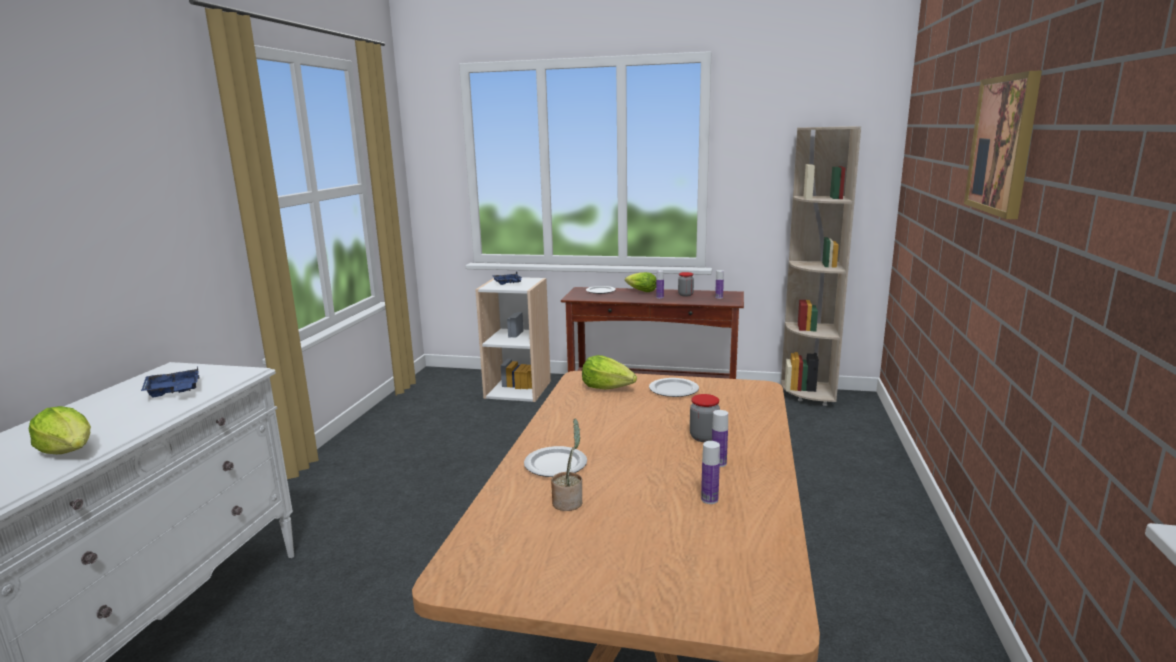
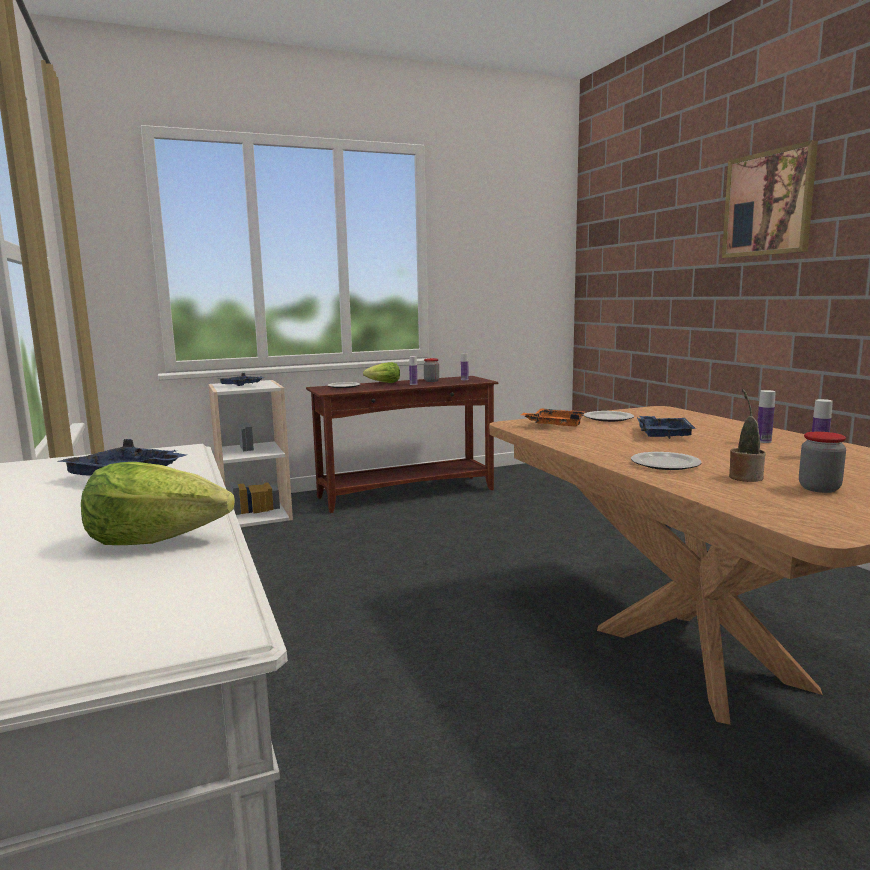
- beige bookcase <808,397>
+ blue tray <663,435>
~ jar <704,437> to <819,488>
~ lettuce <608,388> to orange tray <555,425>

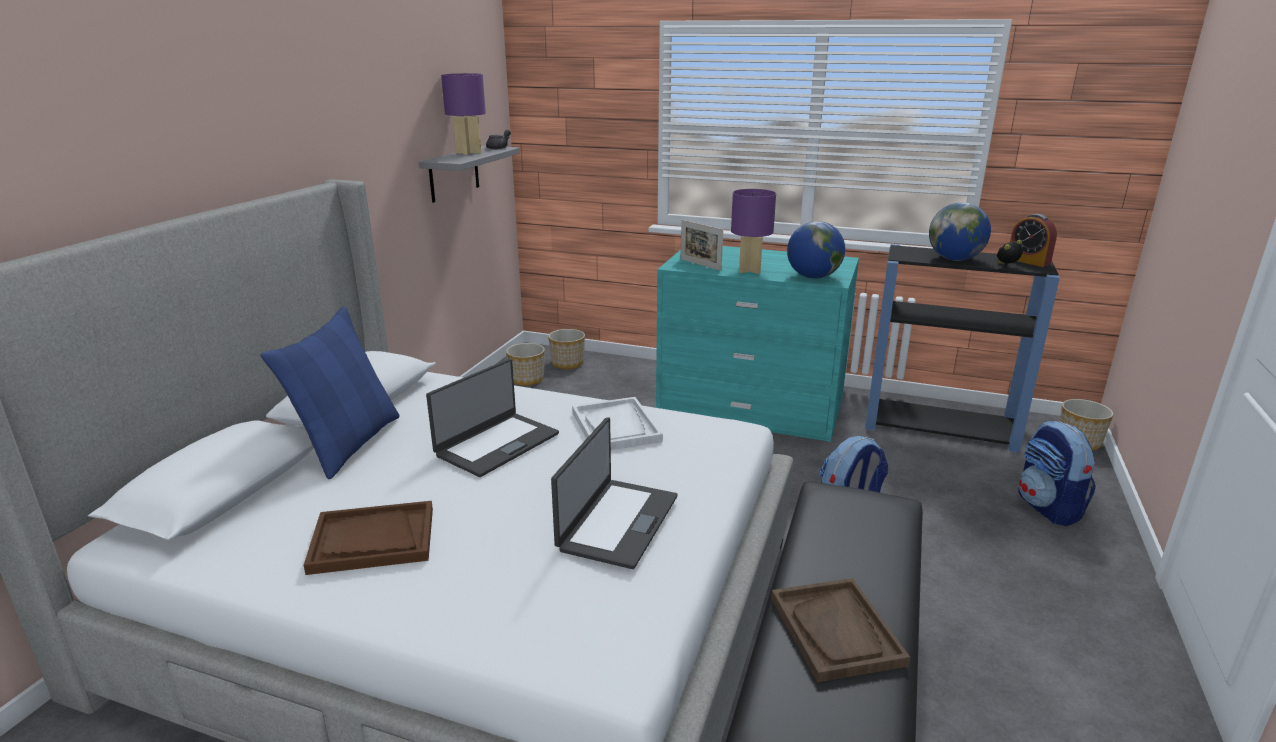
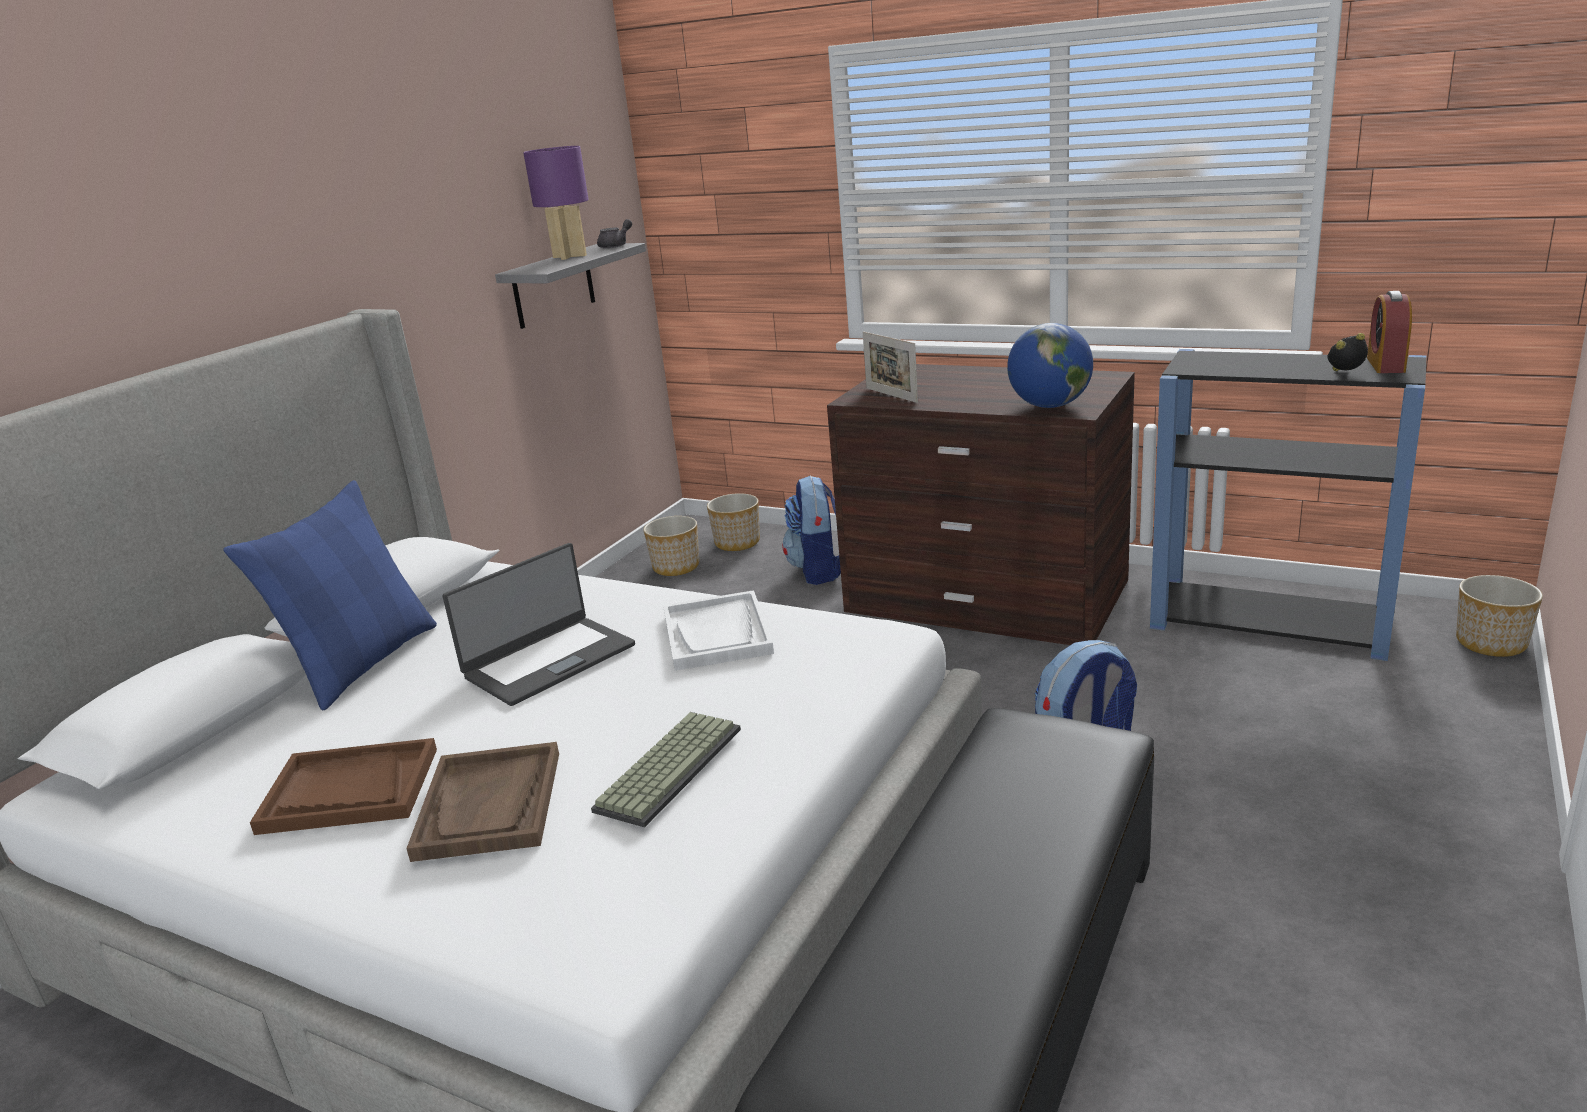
- purple table lamp <749,270>
- globe <954,259>
~ brown tray <836,631> to <489,805>
~ backpack <1048,508> to <819,571>
~ laptop <617,522> to keyboard <668,767>
~ turquoise dresser <751,405> to brown dresser <986,596>
~ alarm clock <1028,261> = <1385,365> 45 degrees clockwise

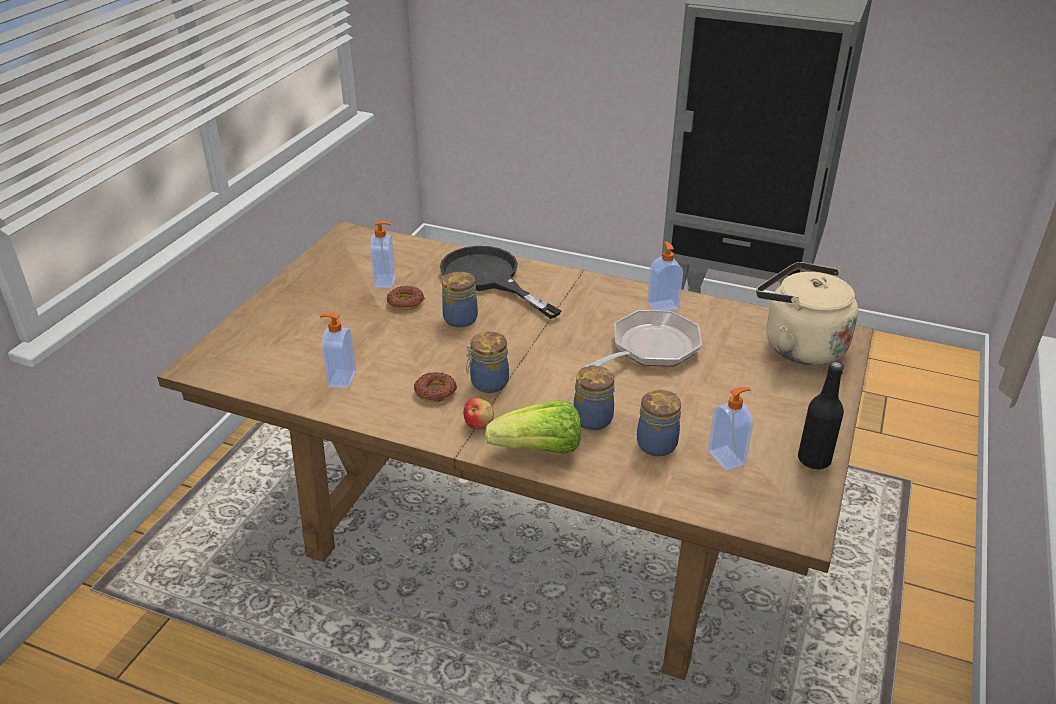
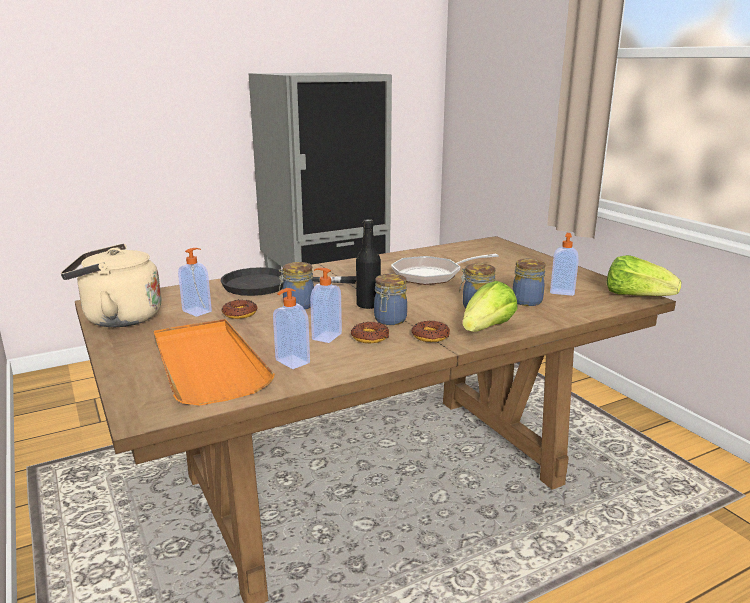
+ orange tray <207,364>
+ lettuce <636,296>
~ soap dispenser <662,305> to <326,336>
~ beige kettle <799,346> to <118,318>
~ black bottle <814,460> to <368,305>
~ apple <479,423> to donut <430,336>
~ frying pan <649,349> = <432,275> 105 degrees counterclockwise

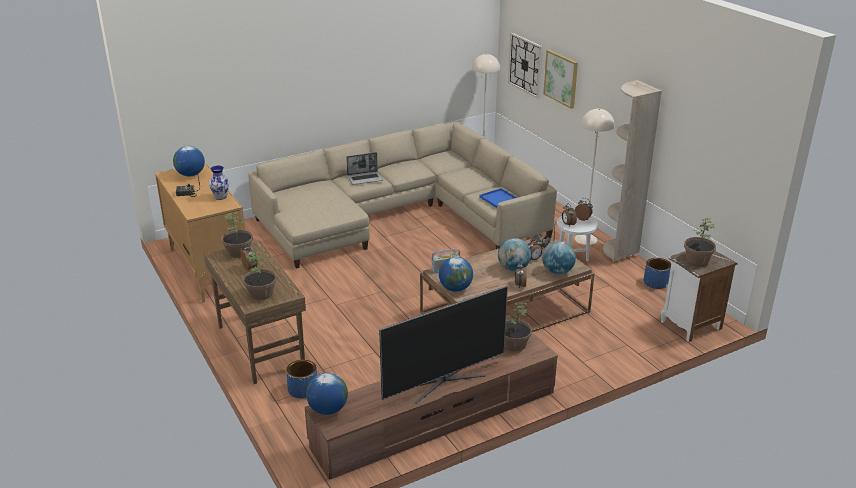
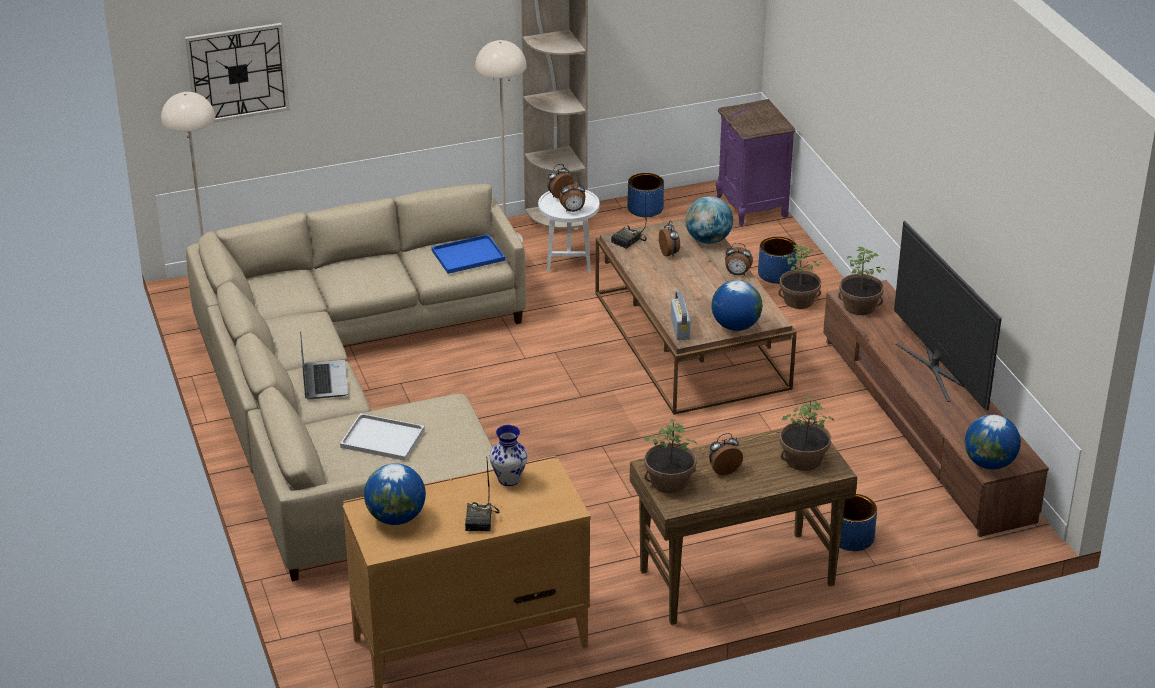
- globe <513,269>
- picture <561,78>
+ white tray <380,439>
+ blue planter <777,274>
~ potted plant <697,259> to <799,301>
~ white nightstand <690,325> to purple nightstand <750,207>

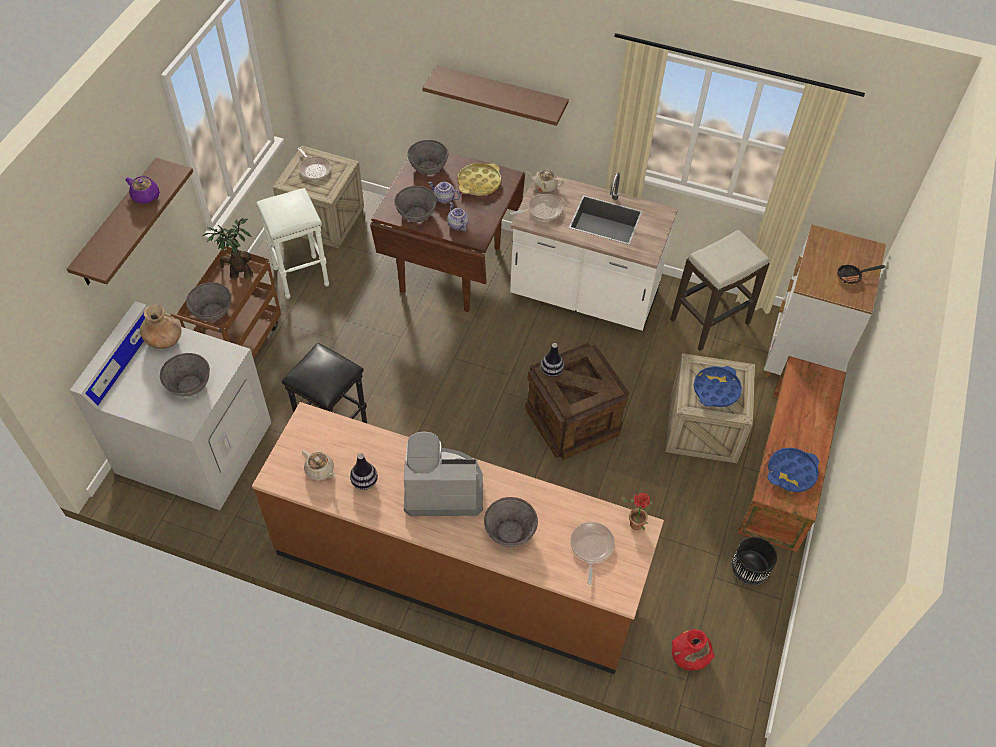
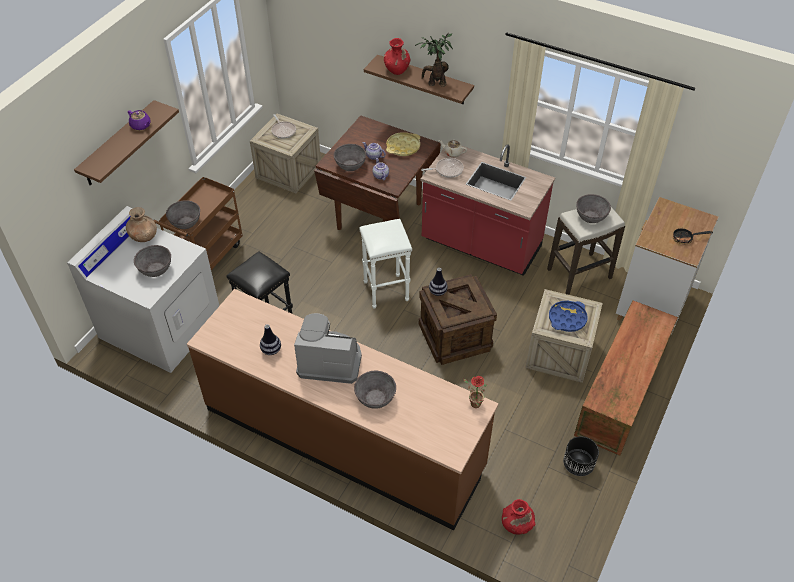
- beige teapot <320,471>
- frying pan <591,547>
- blue tray <791,472>
+ red vase <397,70>
~ potted plant <238,274> to <434,83>
~ white stool <302,277> to <387,291>
~ grey bowl <428,167> to <591,216>
~ white counter <584,296> to red counter <480,245>

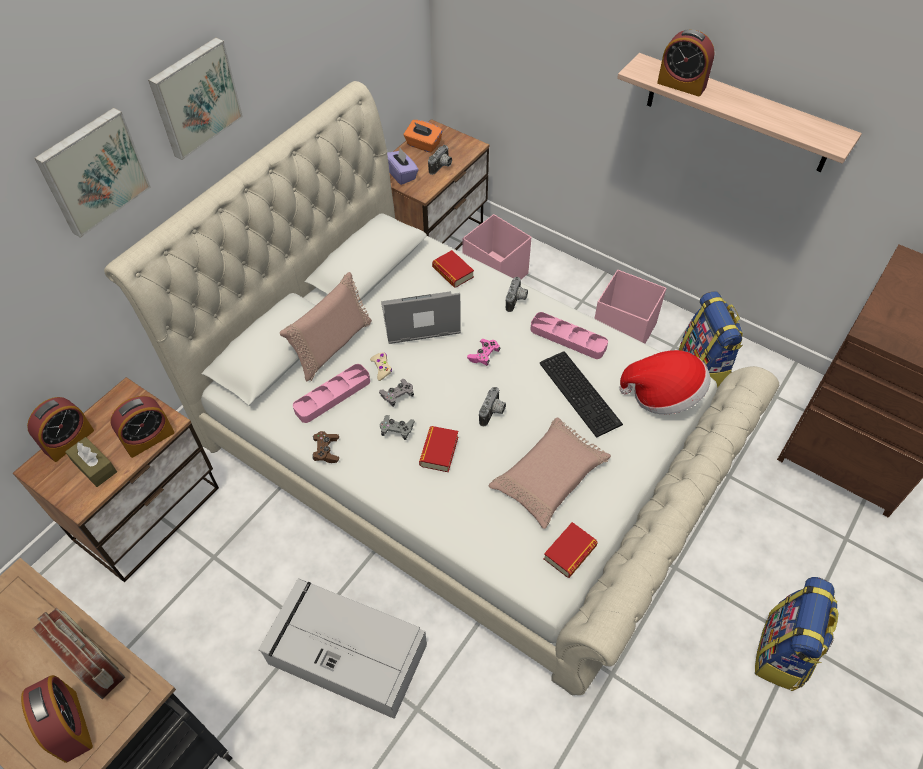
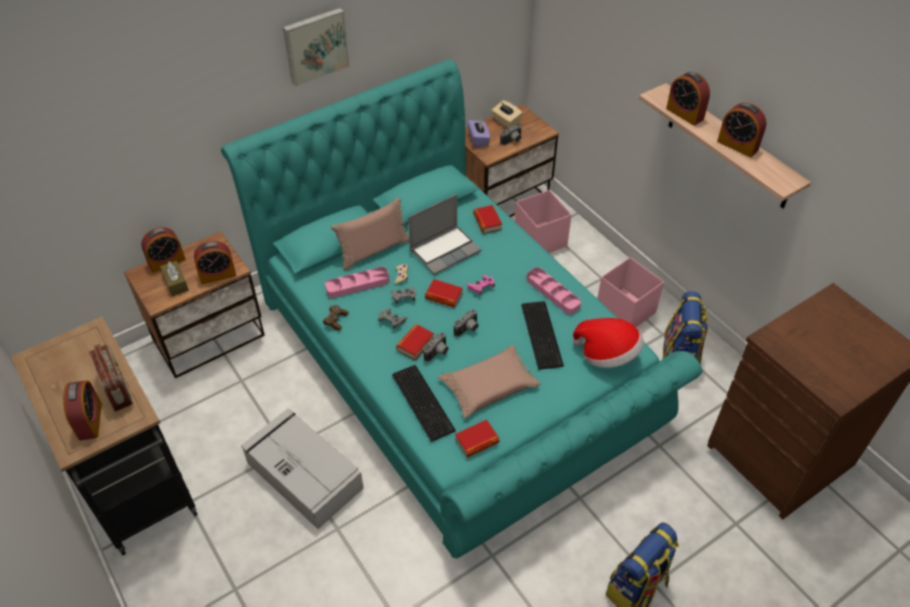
- picture <92,171>
+ keyboard <424,401>
+ book <444,296>
+ alarm clock <737,145>
~ photo camera <517,301> to <438,353>
~ beige bed <461,443> to turquoise bed <454,356>
~ orange tissue box <423,145> to beige tissue box <506,121>
~ laptop <419,321> = <445,250> 135 degrees clockwise

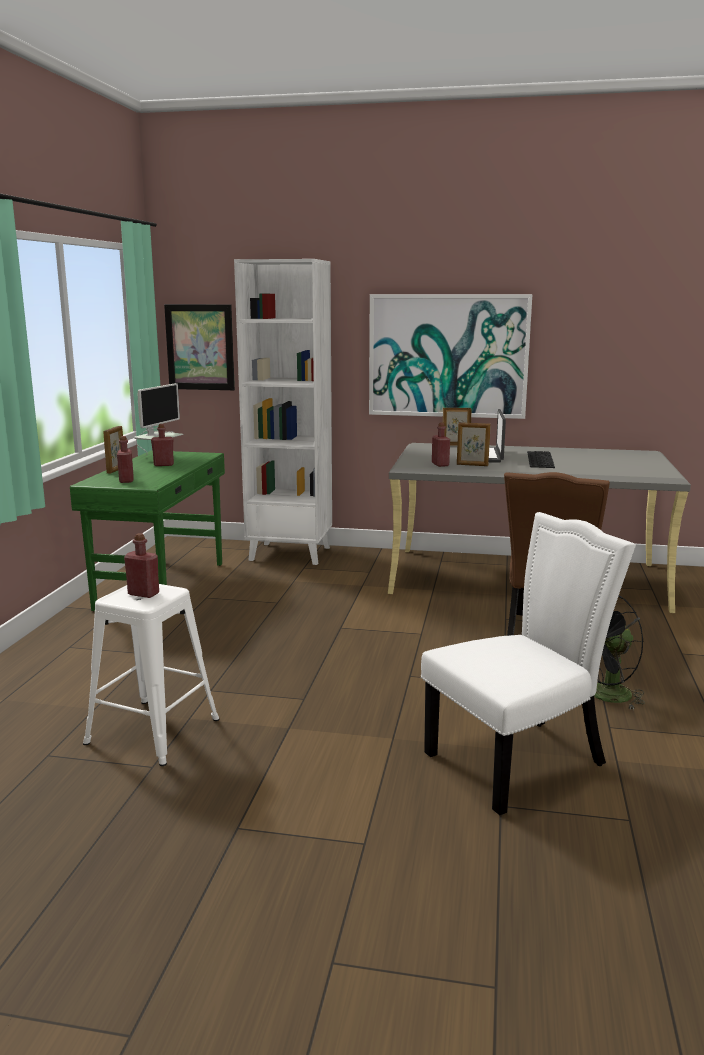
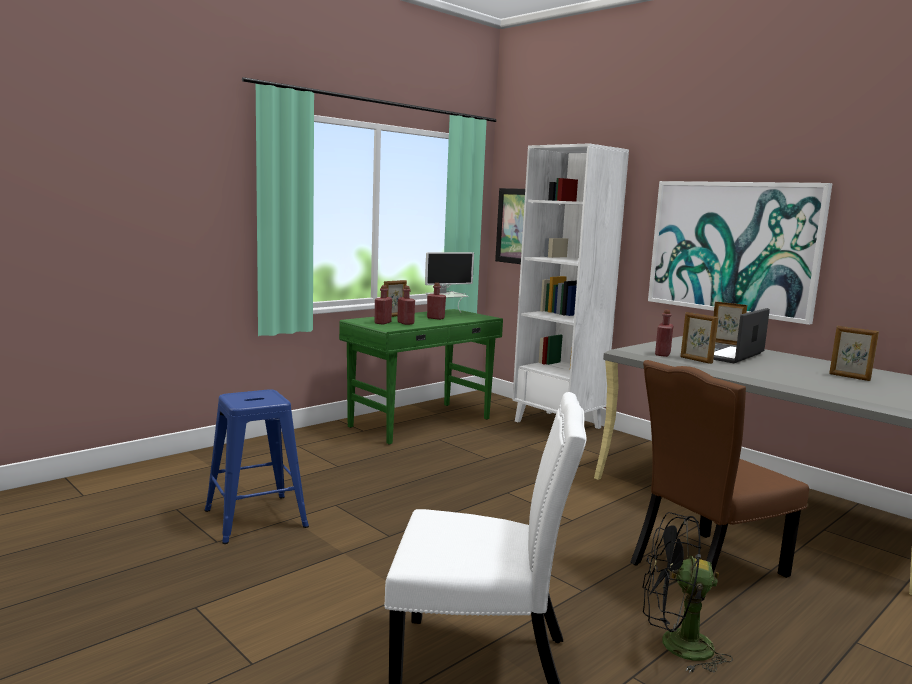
- keyboard <538,459>
+ picture frame <849,377>
~ red bottle <143,594> to <405,323>
~ white stool <153,732> to blue stool <254,519>

